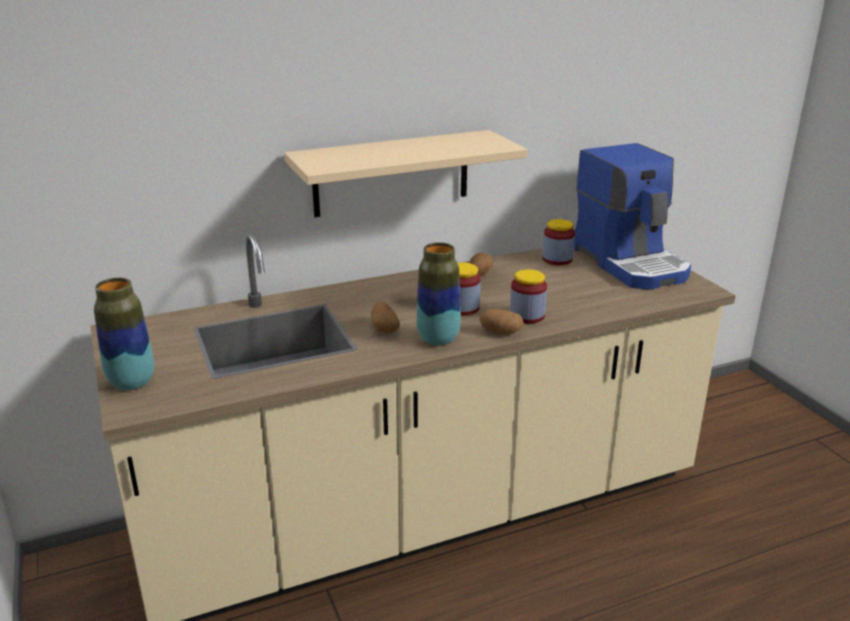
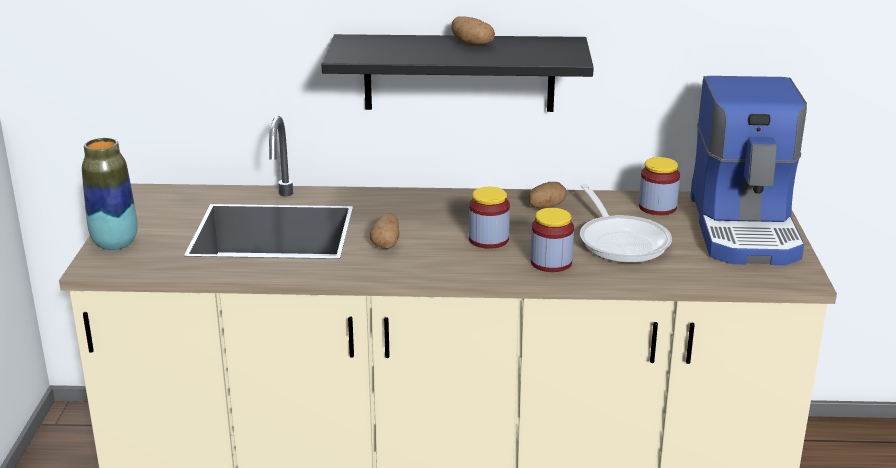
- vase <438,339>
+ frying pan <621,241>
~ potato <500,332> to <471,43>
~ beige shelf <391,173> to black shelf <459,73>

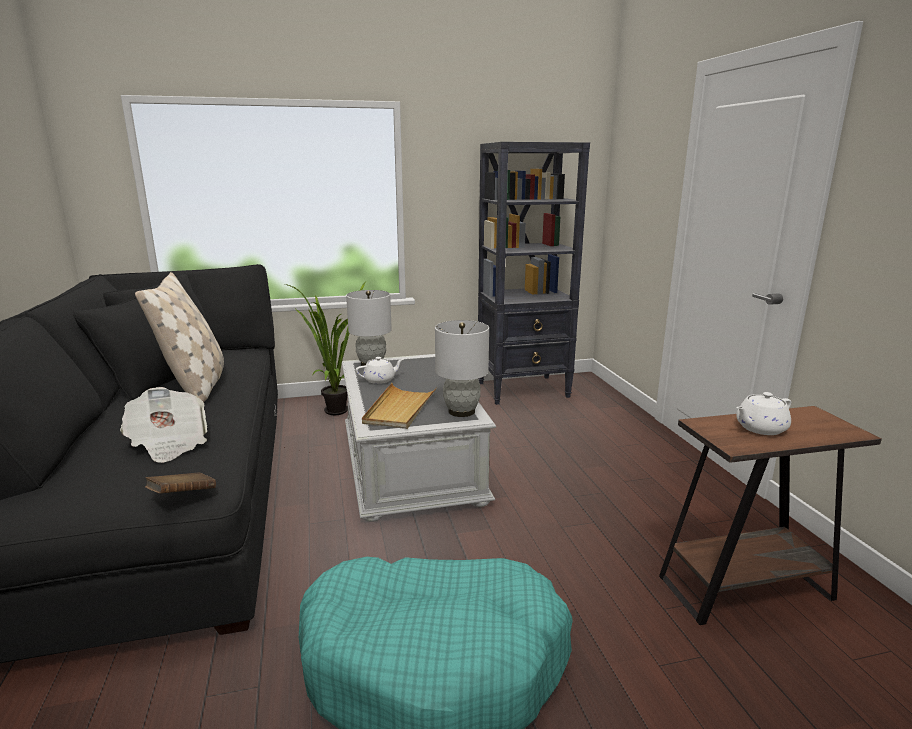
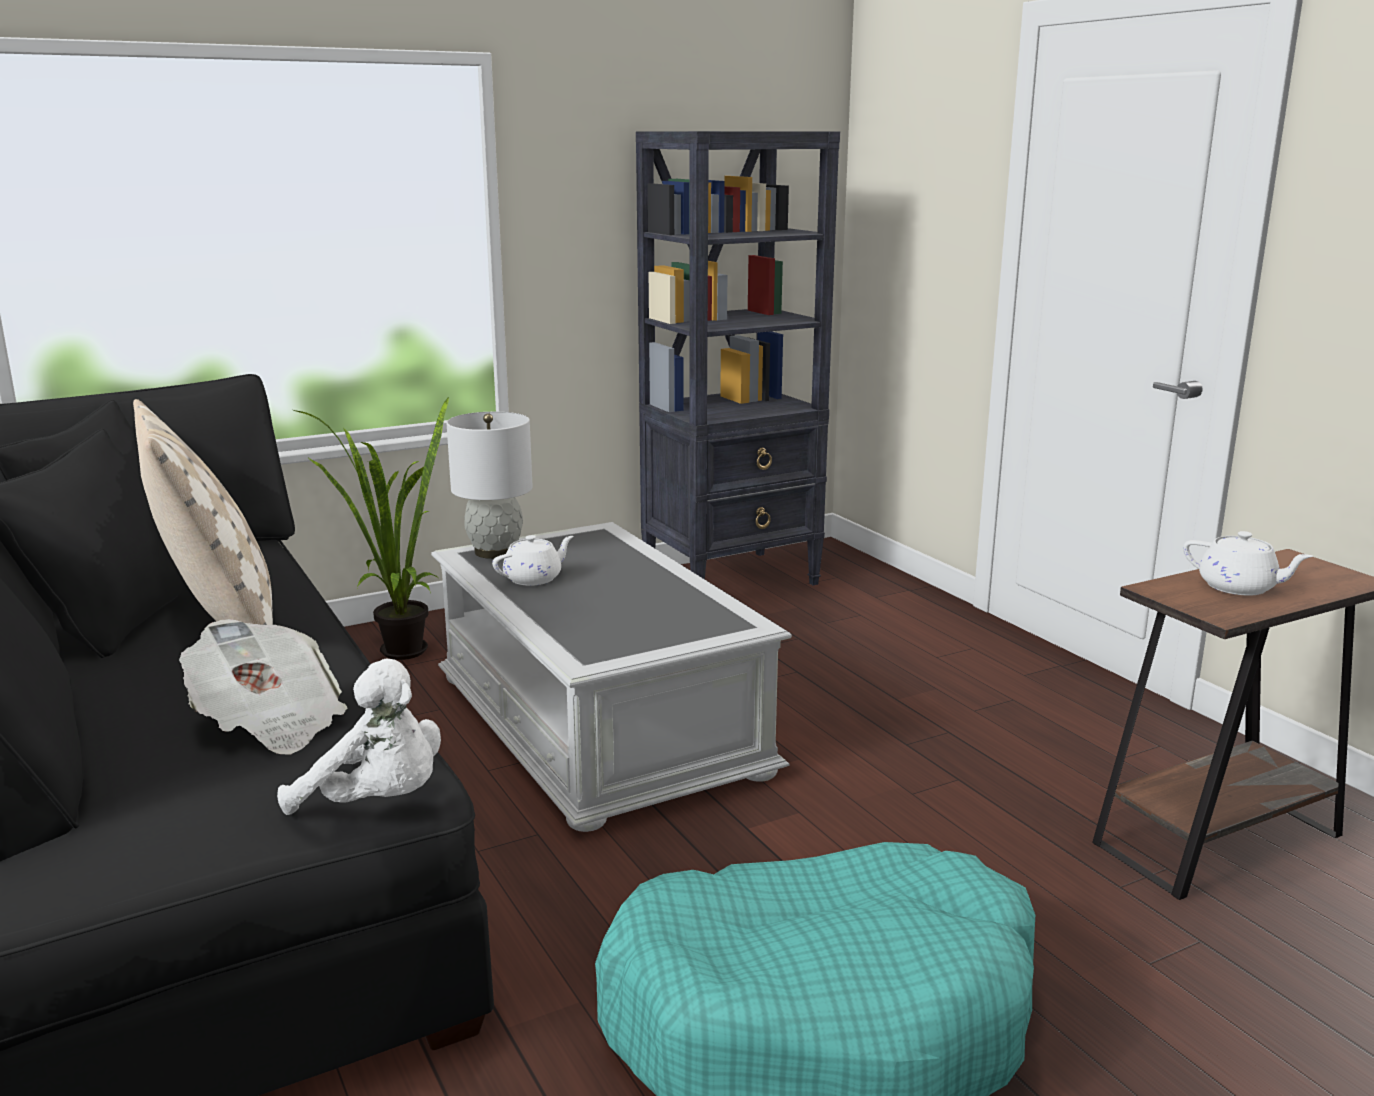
- beige tray <400,409>
- white table lamp <461,411>
~ brown book <183,496> to white plush toy <377,803>
~ white teapot <760,428> = <1239,587> 105 degrees counterclockwise

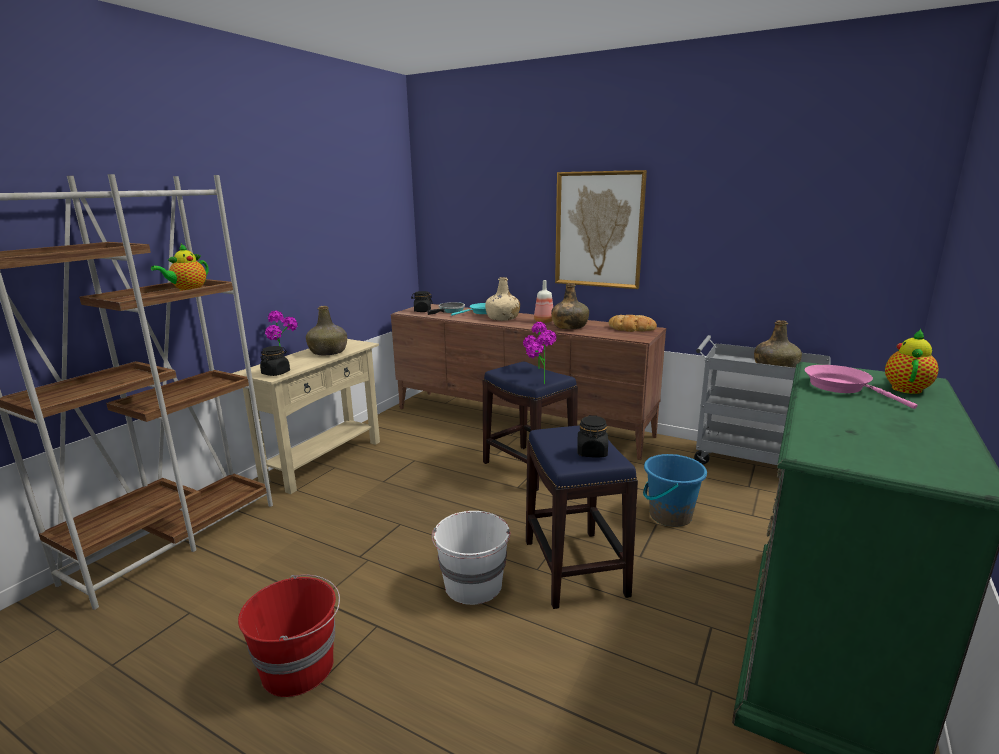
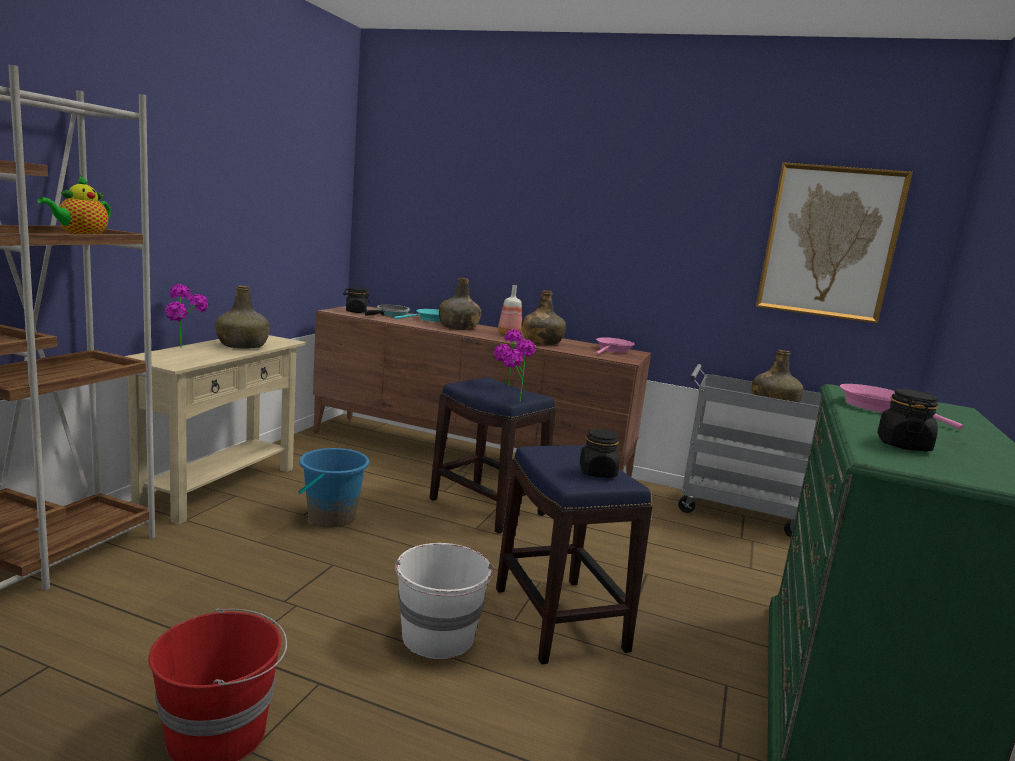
- teapot <906,388>
~ black jar <276,373> to <902,445>
~ picture <599,230> to <829,242>
~ blue bucket <670,516> to <331,517>
~ bread <631,328> to pink frying pan <613,350>
~ beige bottle <502,318> to green bottle <458,327>

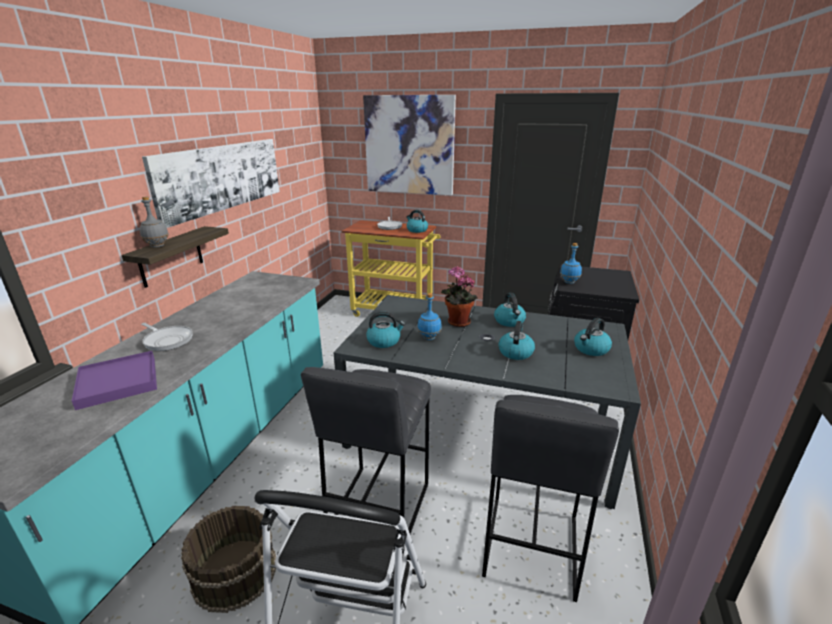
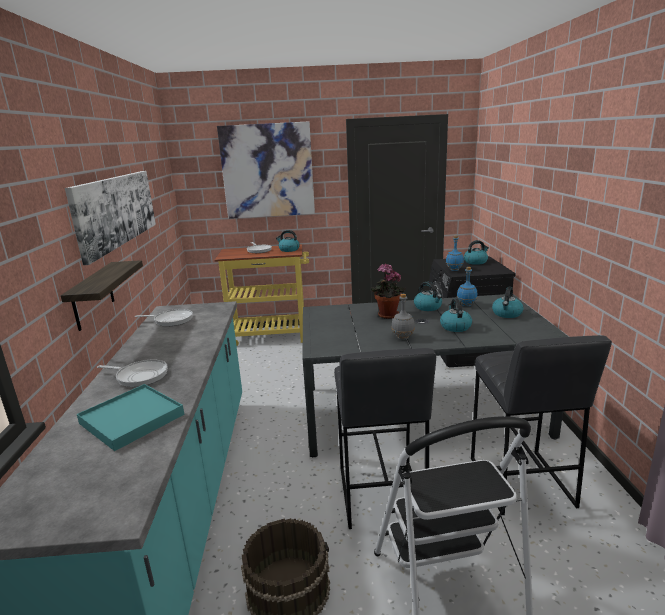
+ frying pan <171,320>
~ grey bottle <157,246> to <403,337>
~ kettle <384,341> to <475,262>
~ blue bottle <429,338> to <466,305>
~ purple tray <118,382> to turquoise tray <132,419>

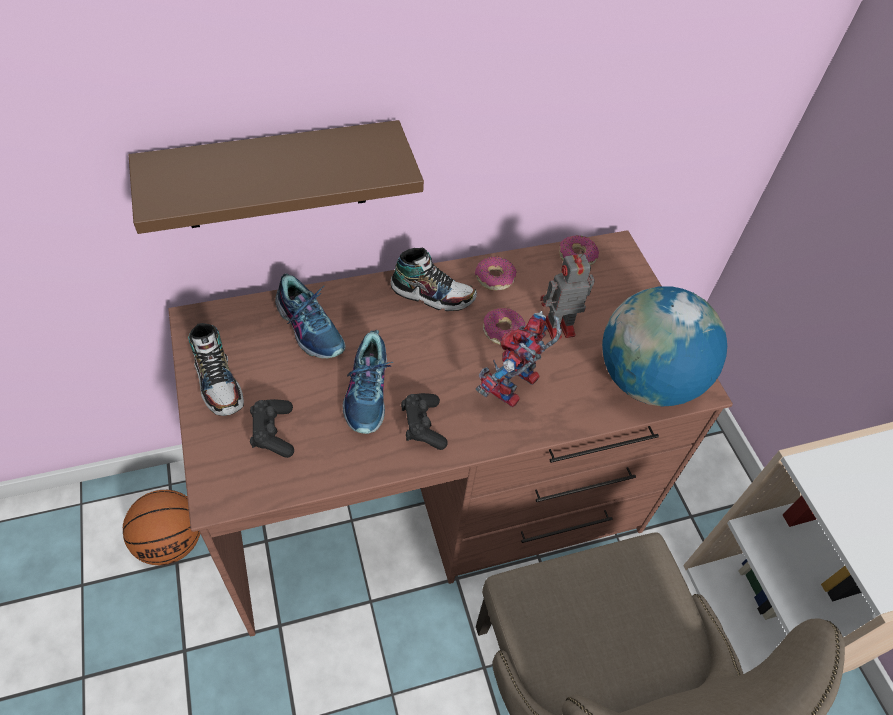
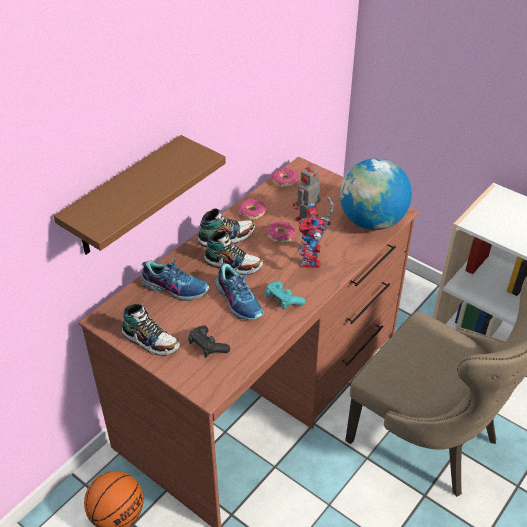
+ shoe <233,264>
~ black game controller <423,426> to turquoise game controller <283,300>

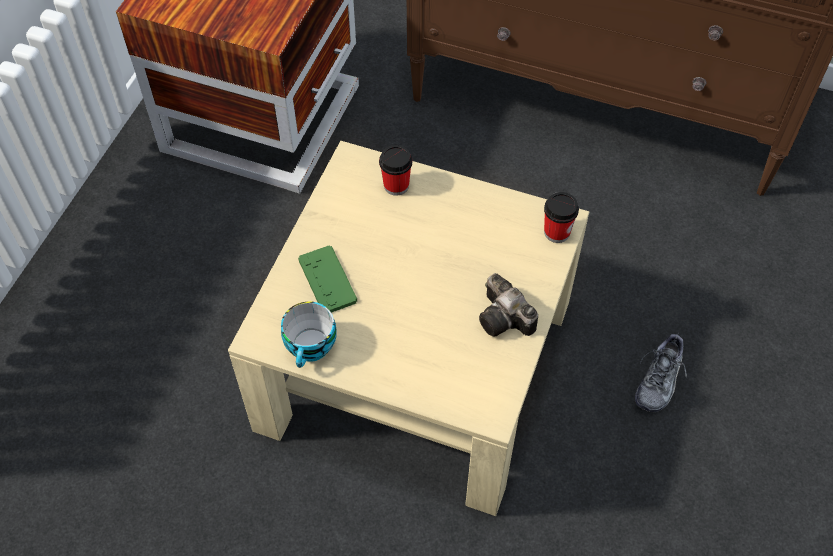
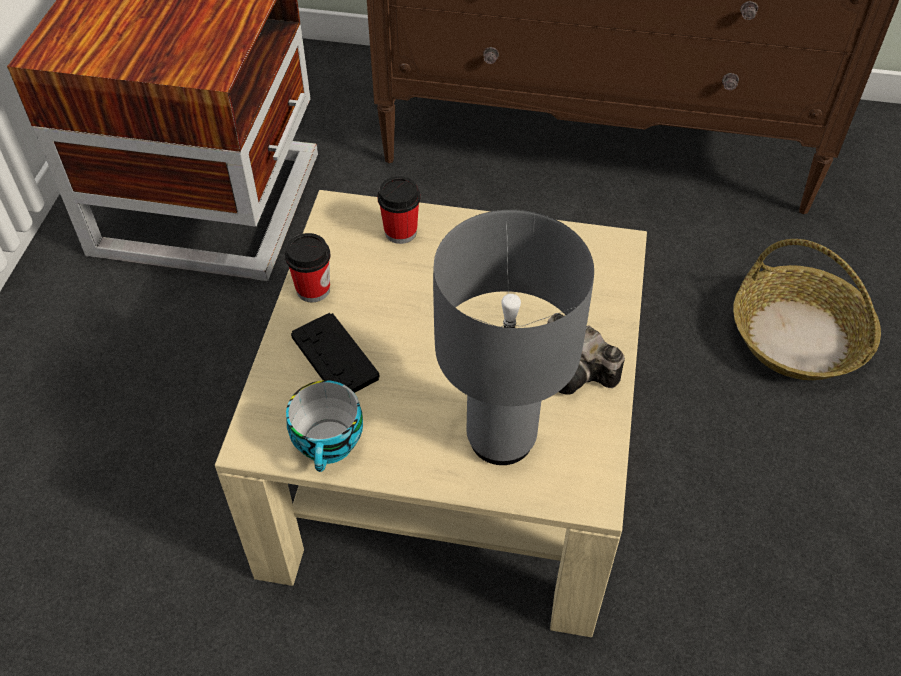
- shoe <659,379>
+ grey table lamp <503,437>
+ basket <799,337>
~ cup <557,232> to <313,289>
~ green game controller <327,280> to black game controller <335,357>

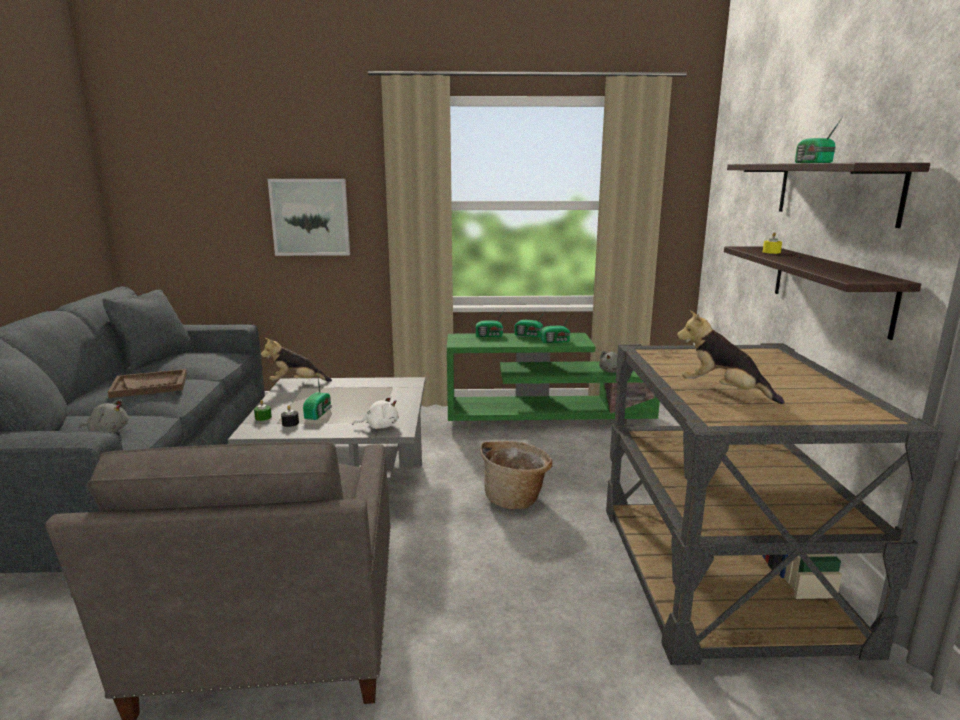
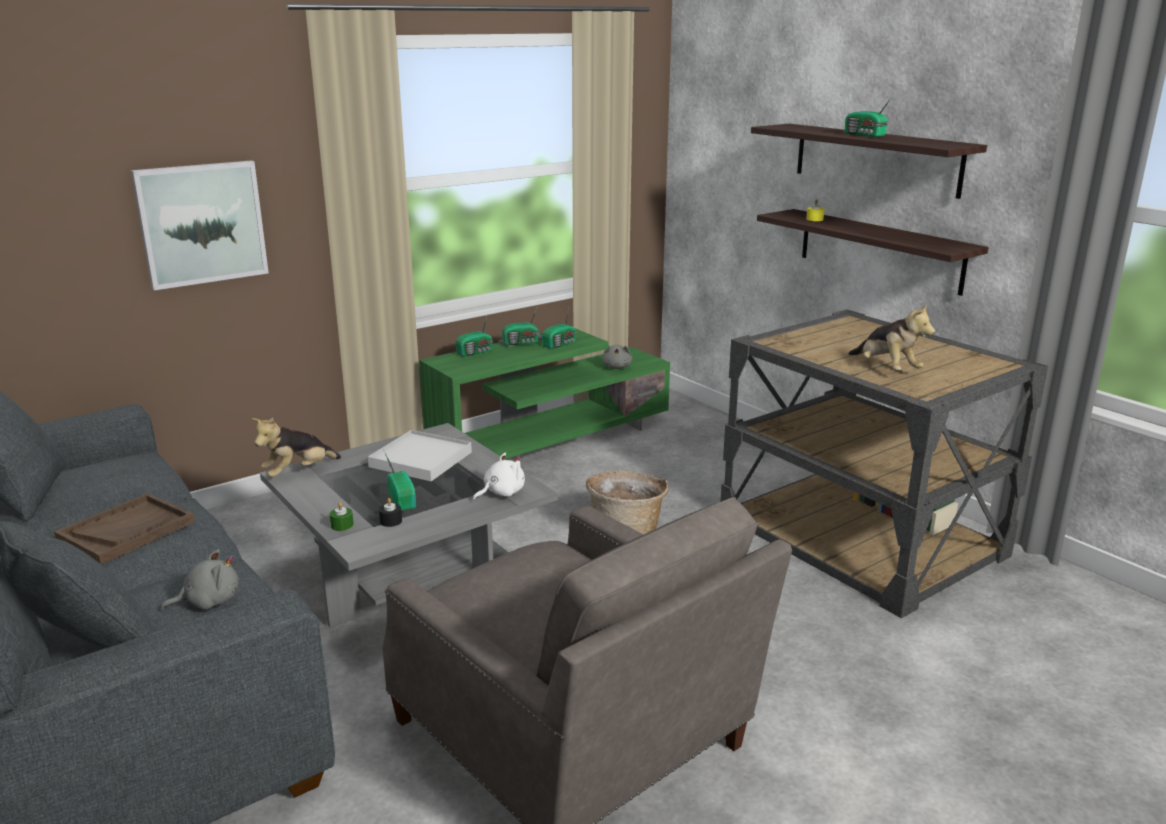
+ white tray <421,460>
~ plush toy <723,392> = <886,369> 120 degrees counterclockwise

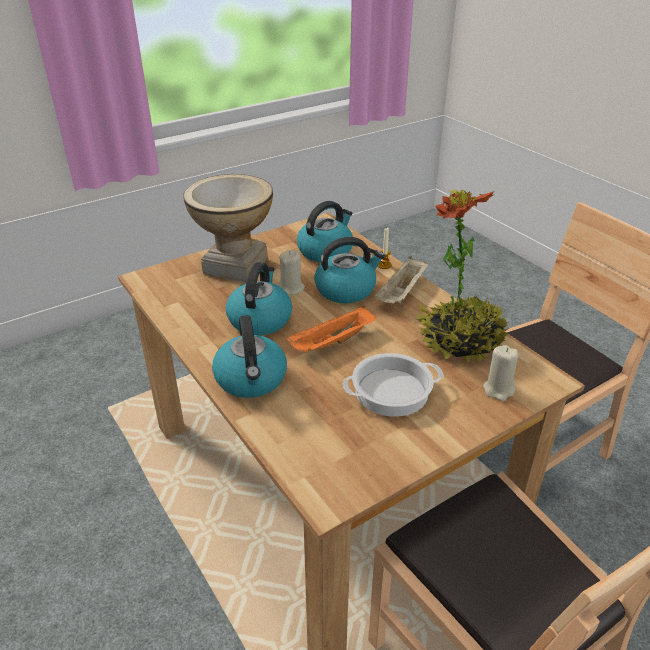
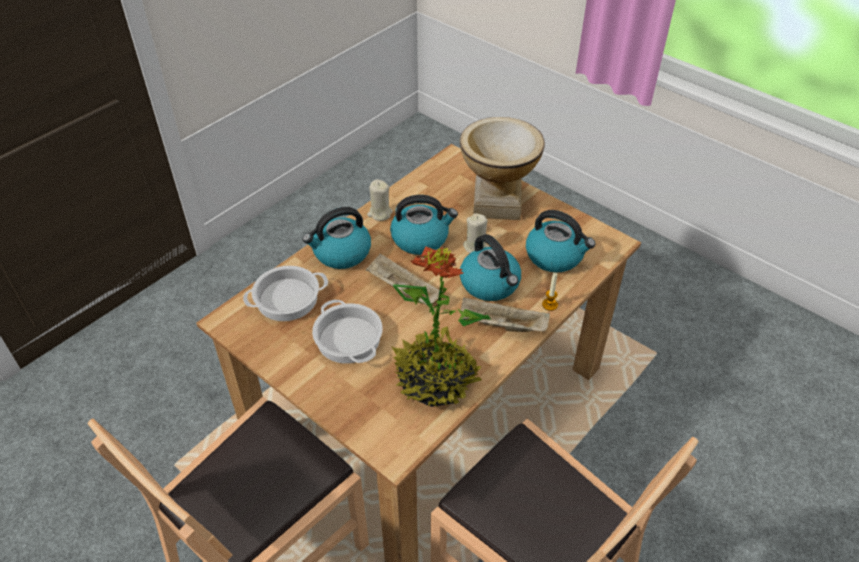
+ cooking pot <287,299>
~ beige candle <498,390> to <380,213>
~ orange tray <332,343> to beige tray <402,290>

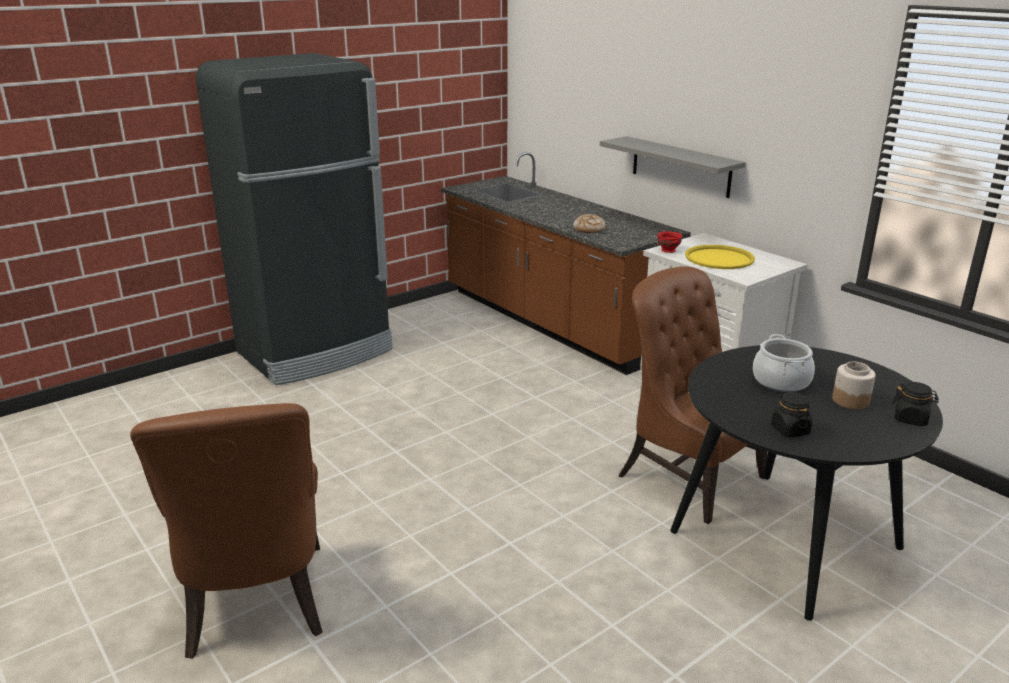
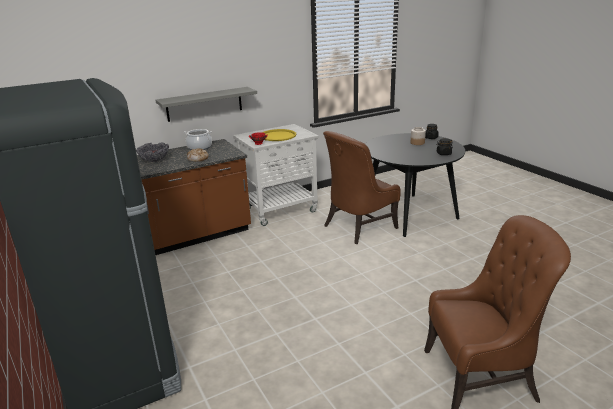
+ bowl <154,160>
~ cooking pot <781,381> to <199,147>

